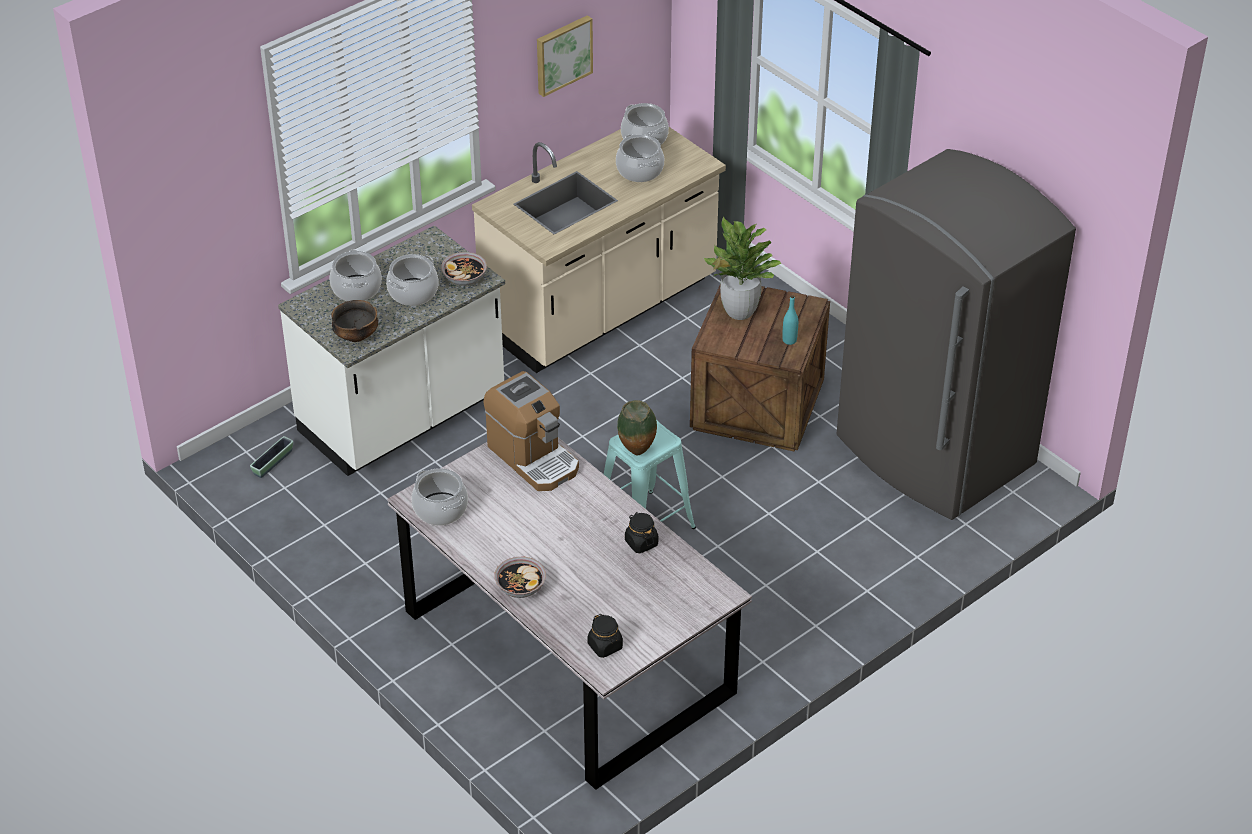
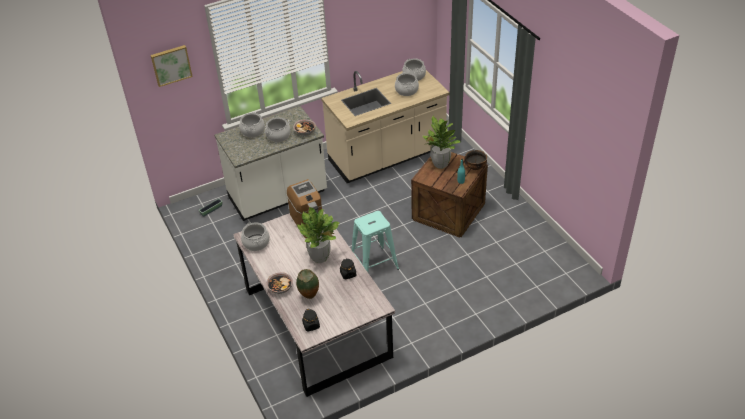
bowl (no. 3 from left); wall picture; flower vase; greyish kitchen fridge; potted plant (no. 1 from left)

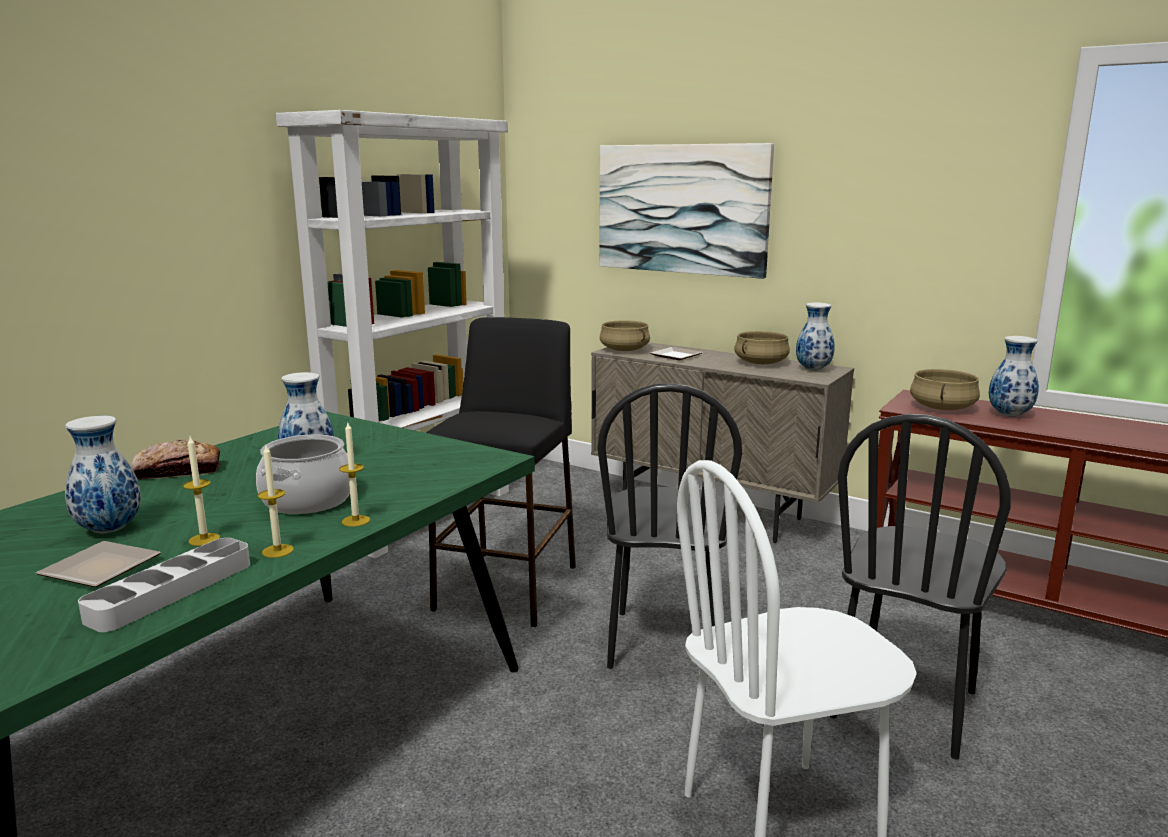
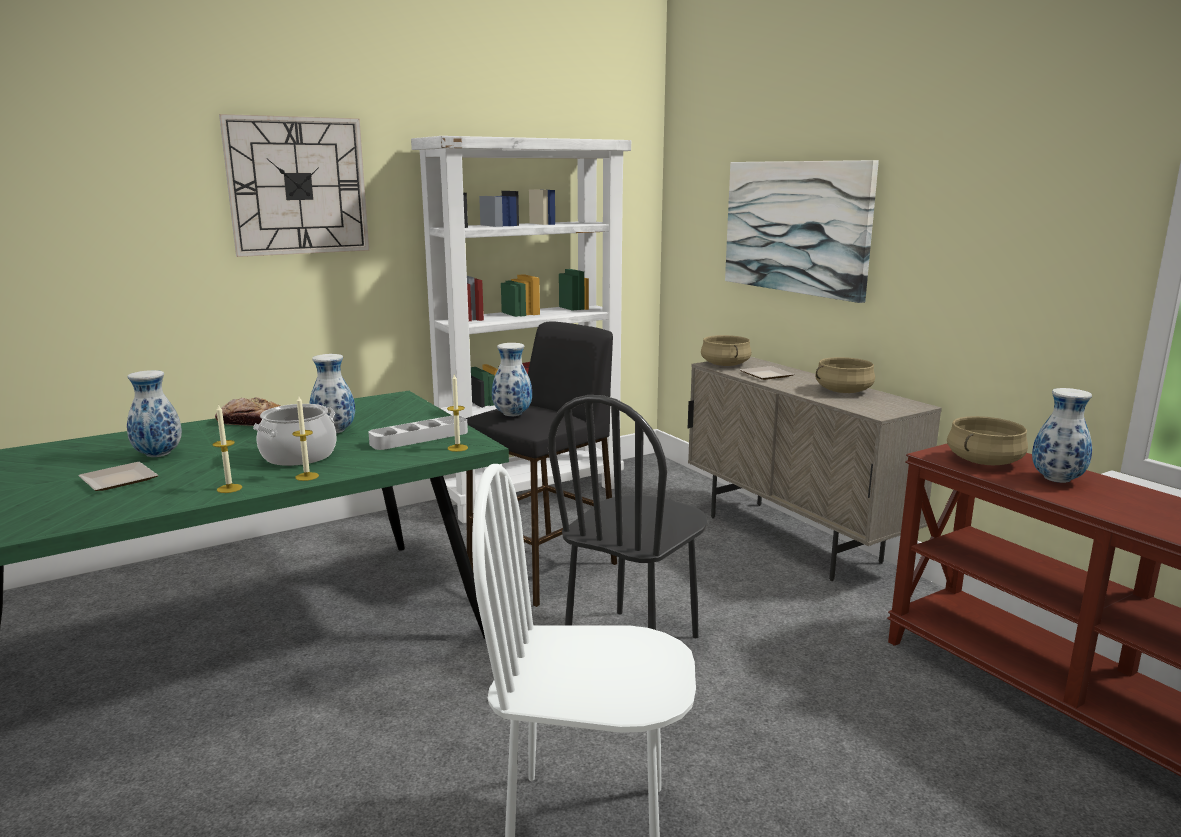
greyish serving tray; candle (no. 3 from left); flower vase (no. 3 from left); black plain chair (no. 2 from left in the first image); wall clock

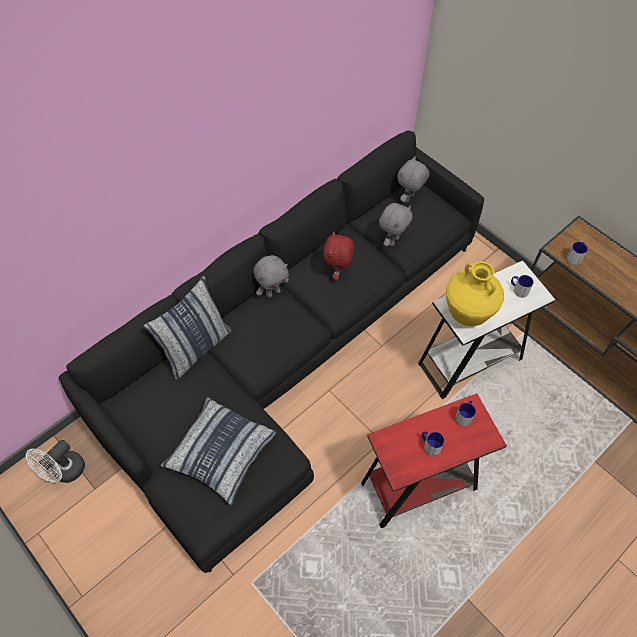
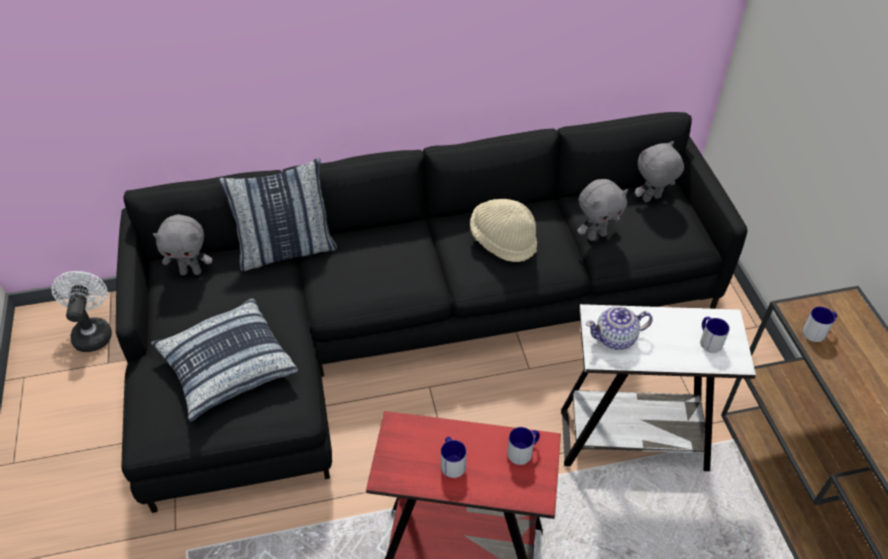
white electric fan; greyish cuddly toy (no. 1 from left); beige clothing hat; pot for tea

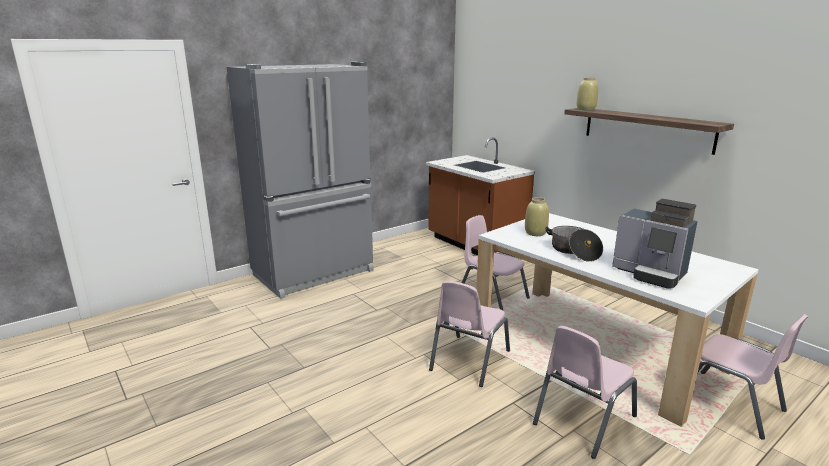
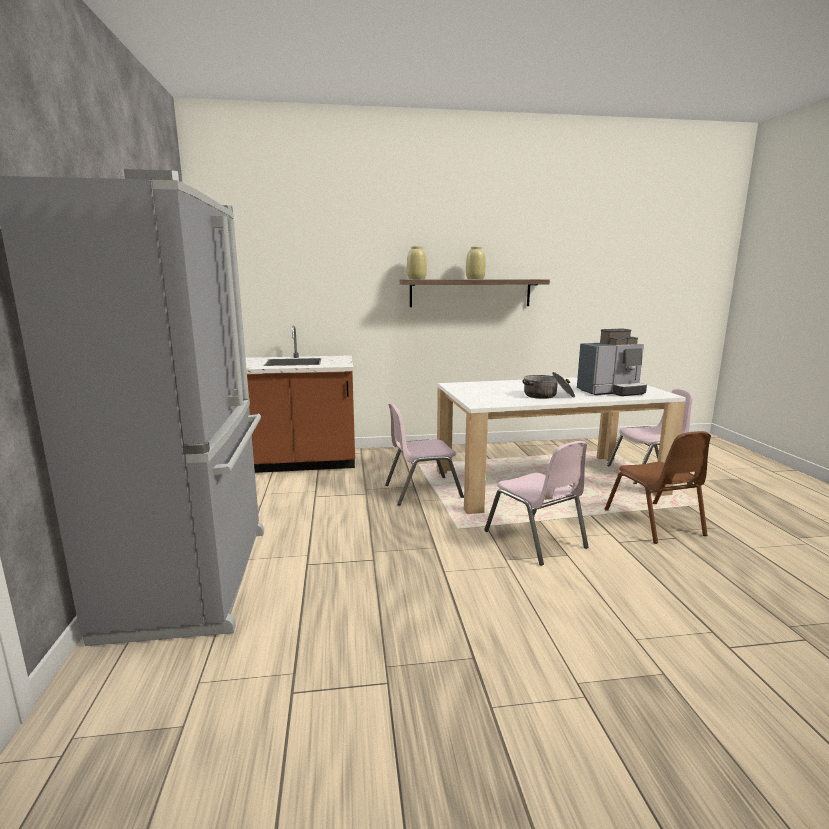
beige flower vase (no. 2 from left); brown-coloured plain chair

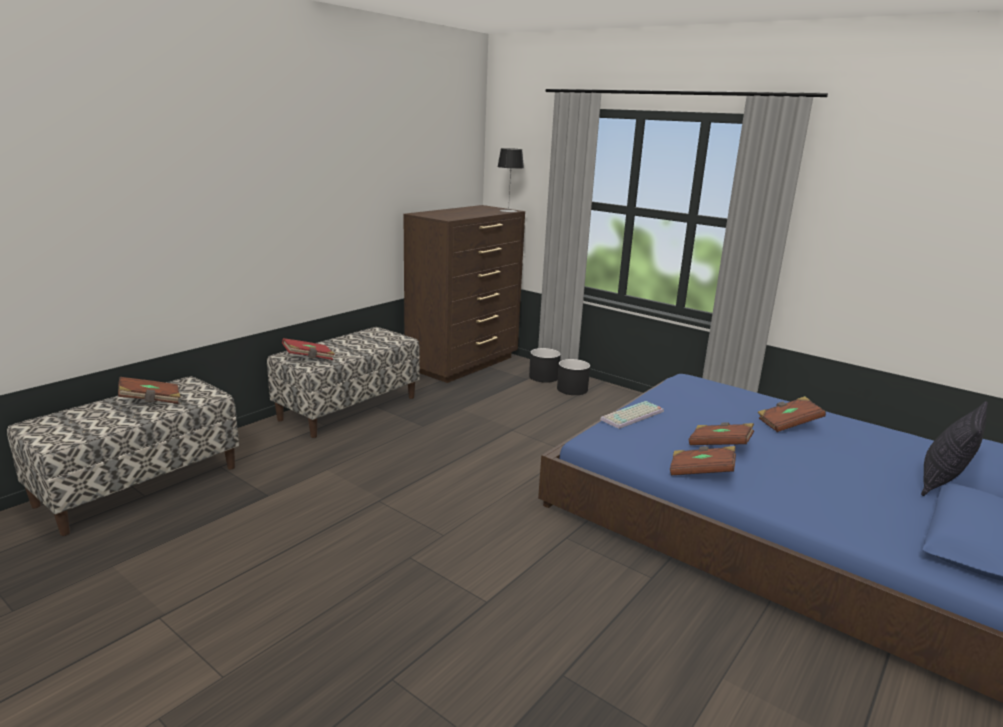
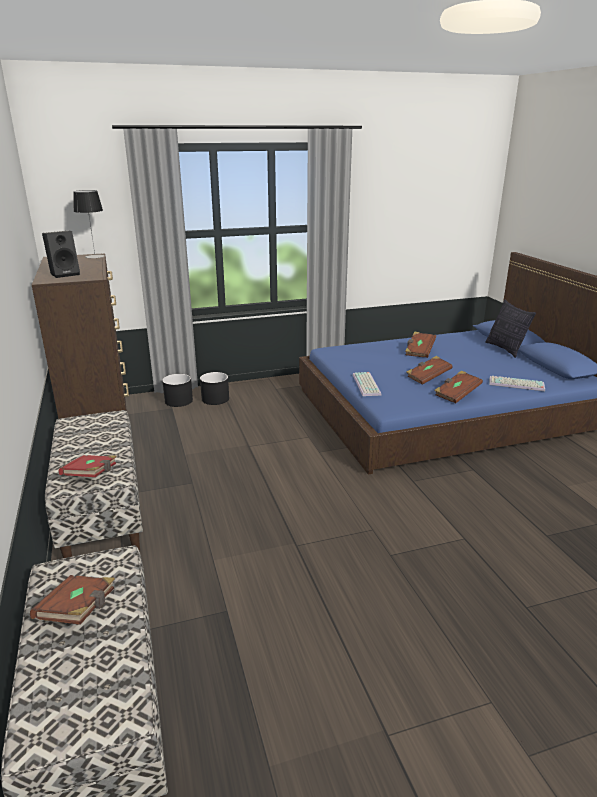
black speaker; computer keyboard (no. 2 from left)

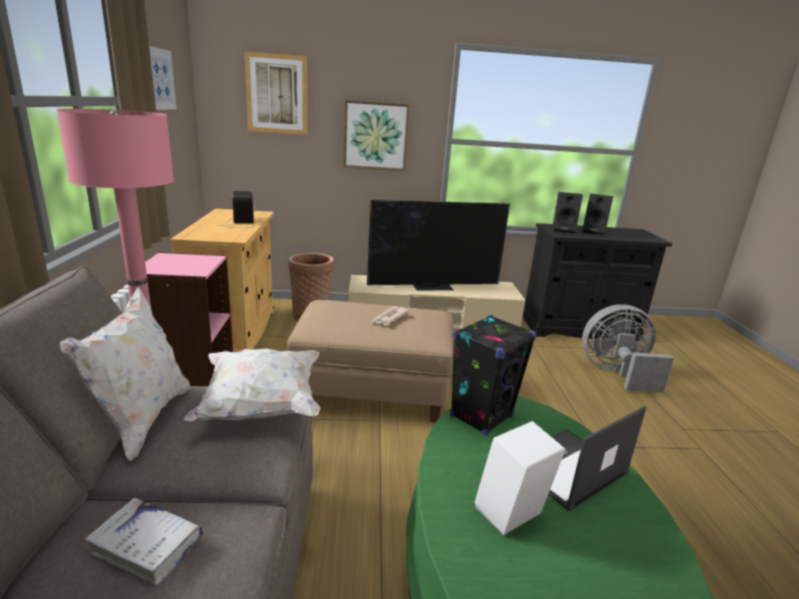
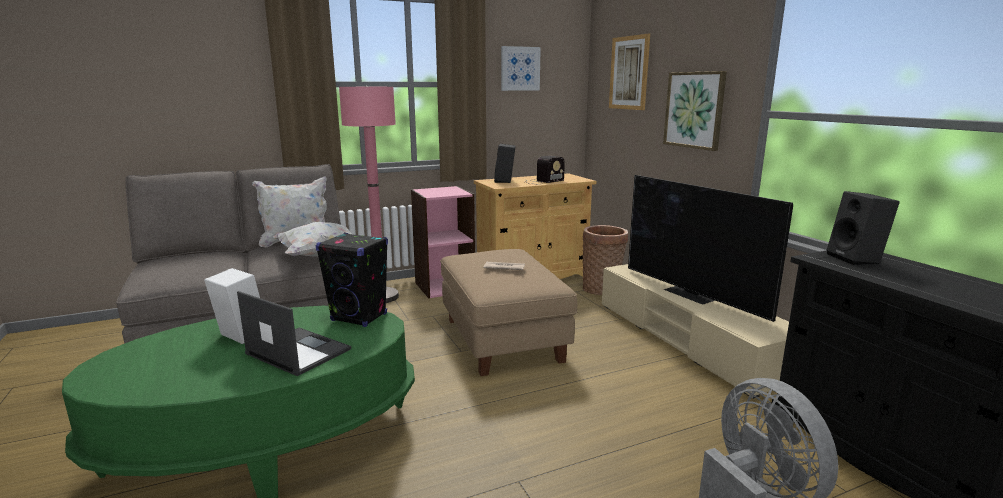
white book; black speaker (no. 2 from left)

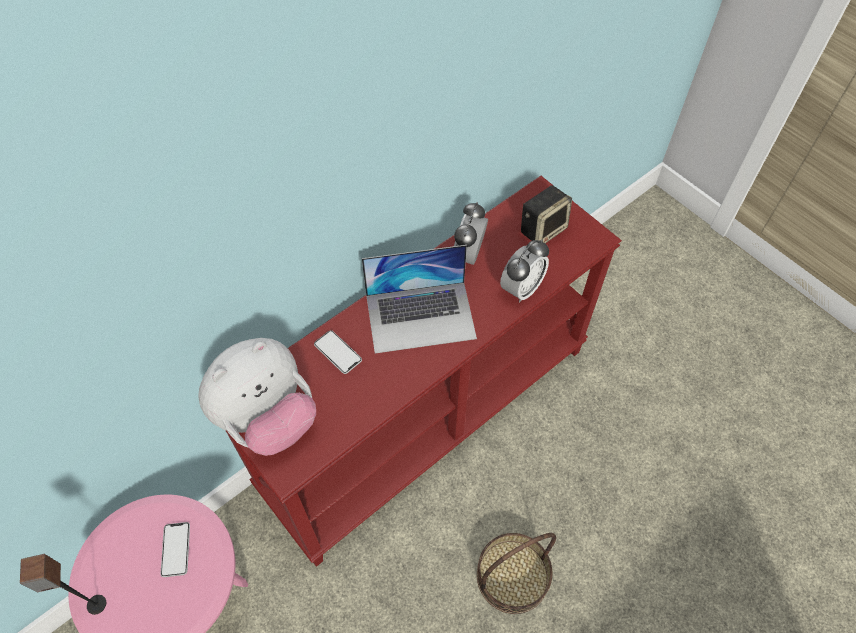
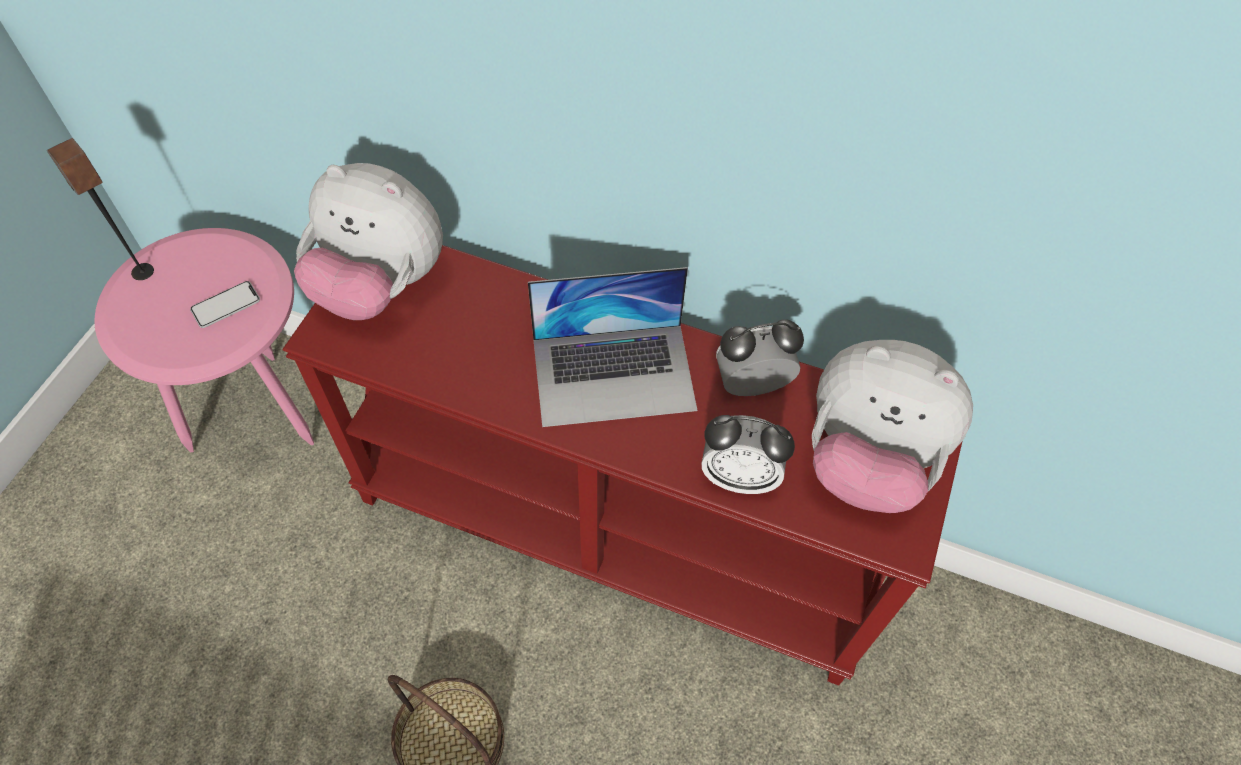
telephone (no. 2 from left in the first image); portable computer; cuddly toy (no. 2 from left)

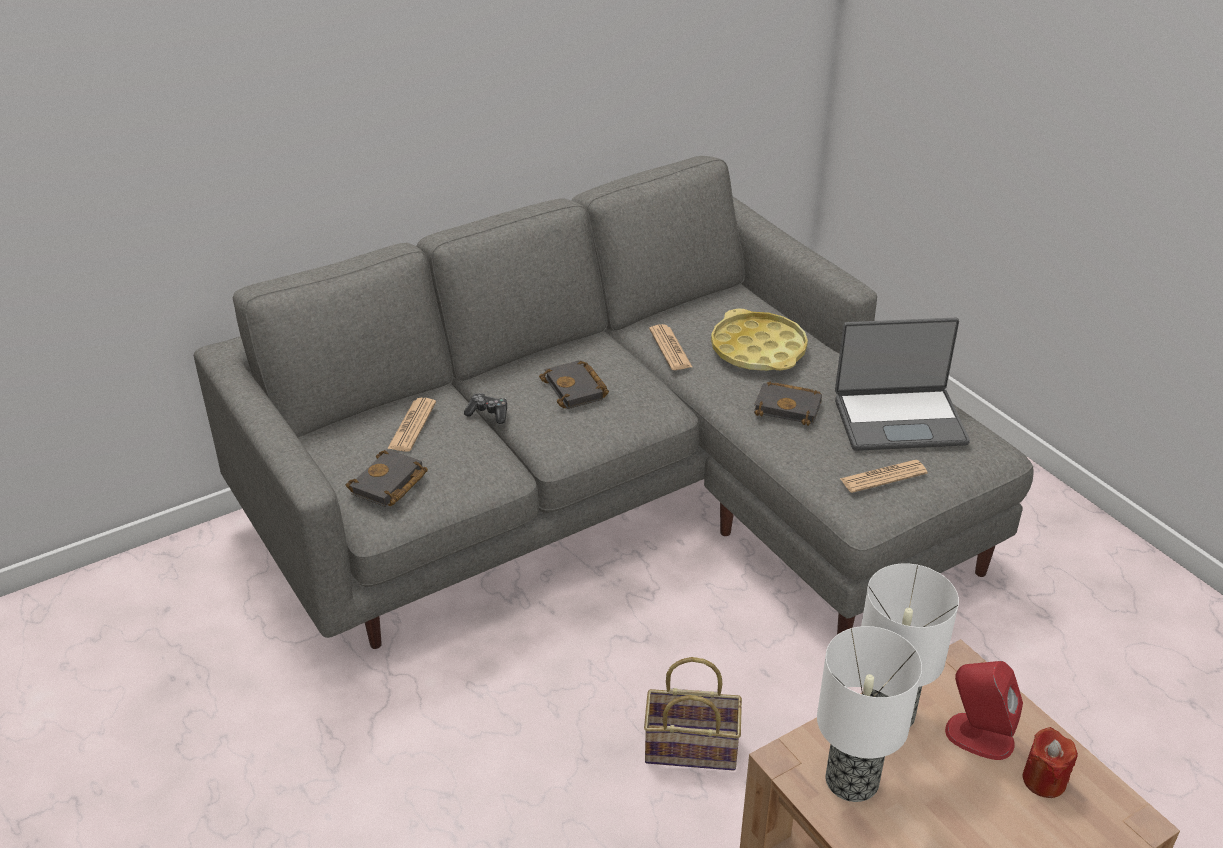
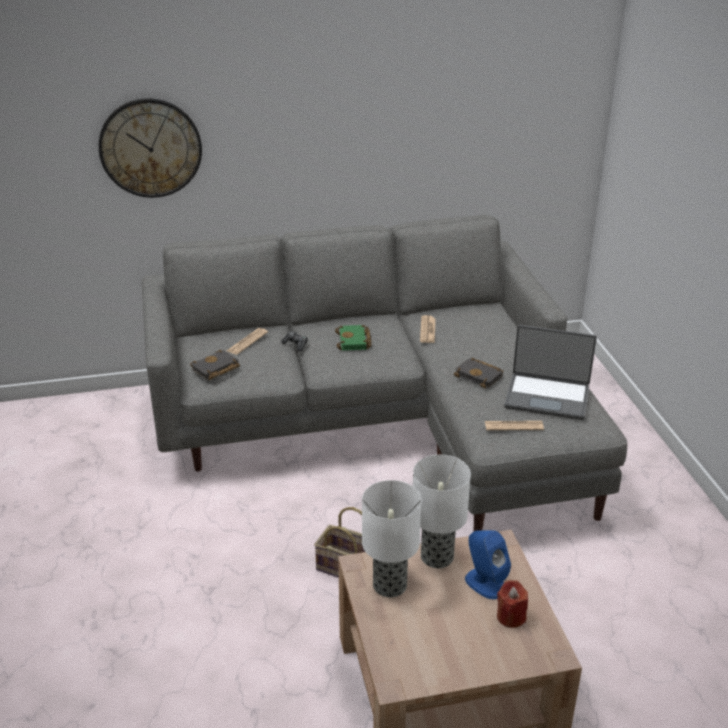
green-coloured book; yellow-coloured serving tray; blue speaker; wall clock

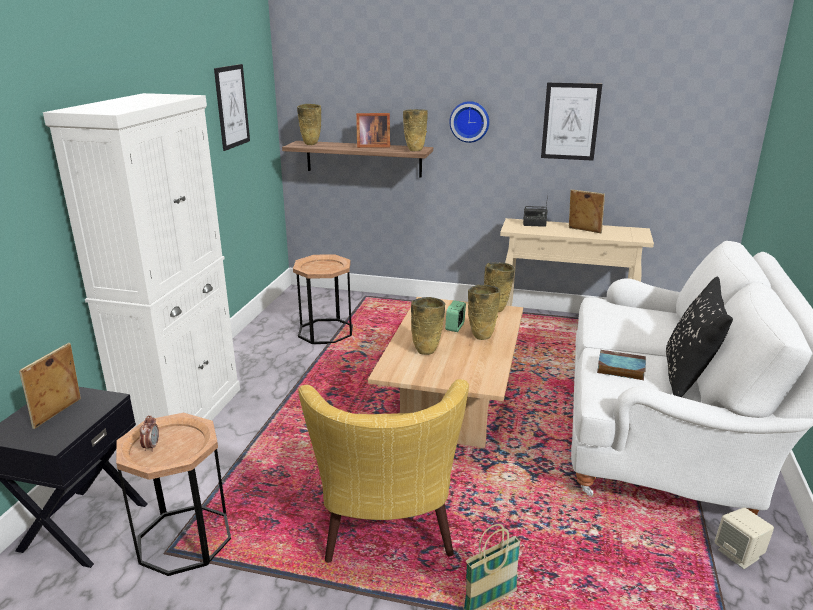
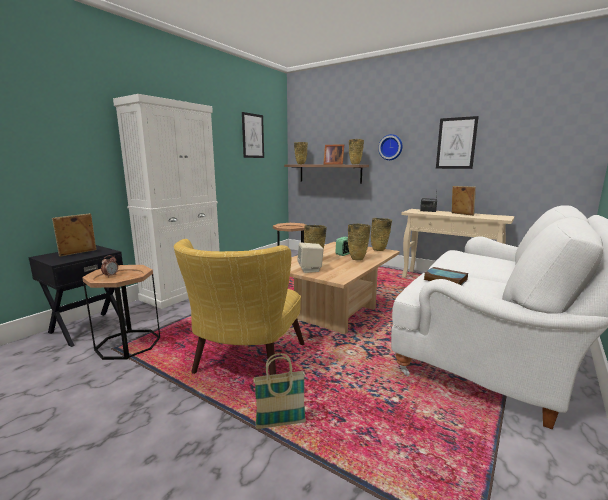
black cushion; beige speaker

